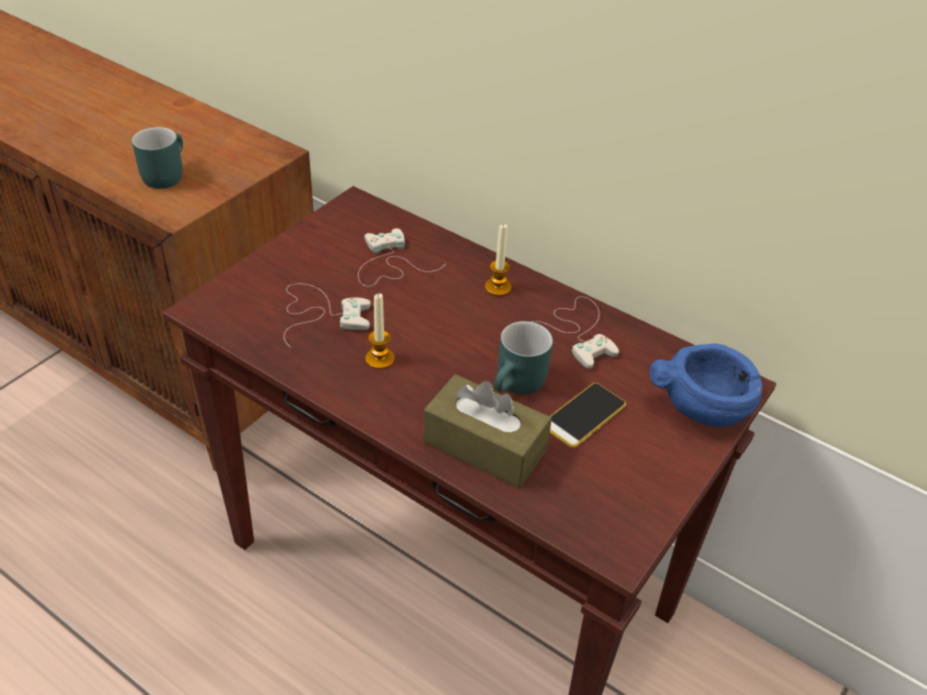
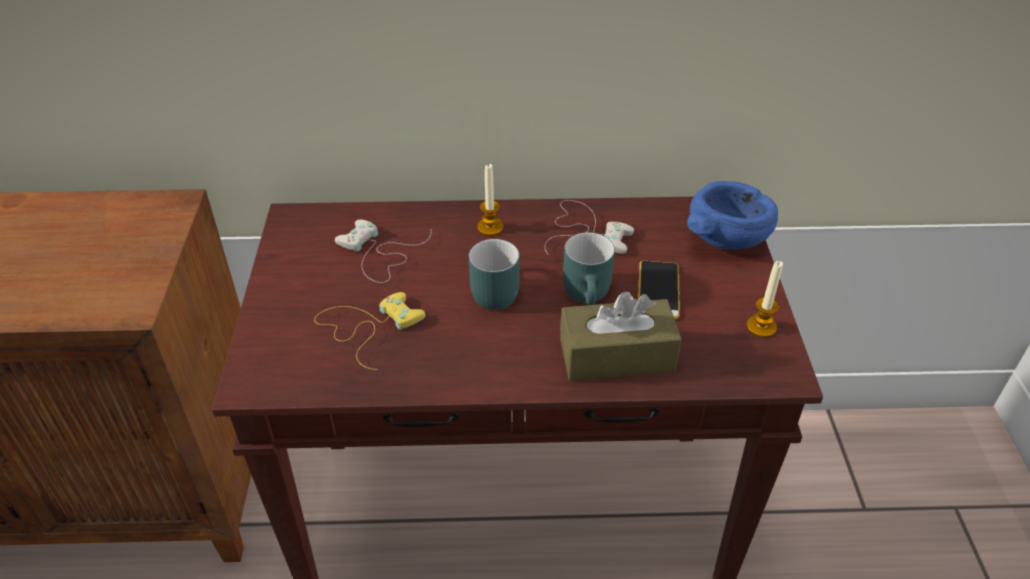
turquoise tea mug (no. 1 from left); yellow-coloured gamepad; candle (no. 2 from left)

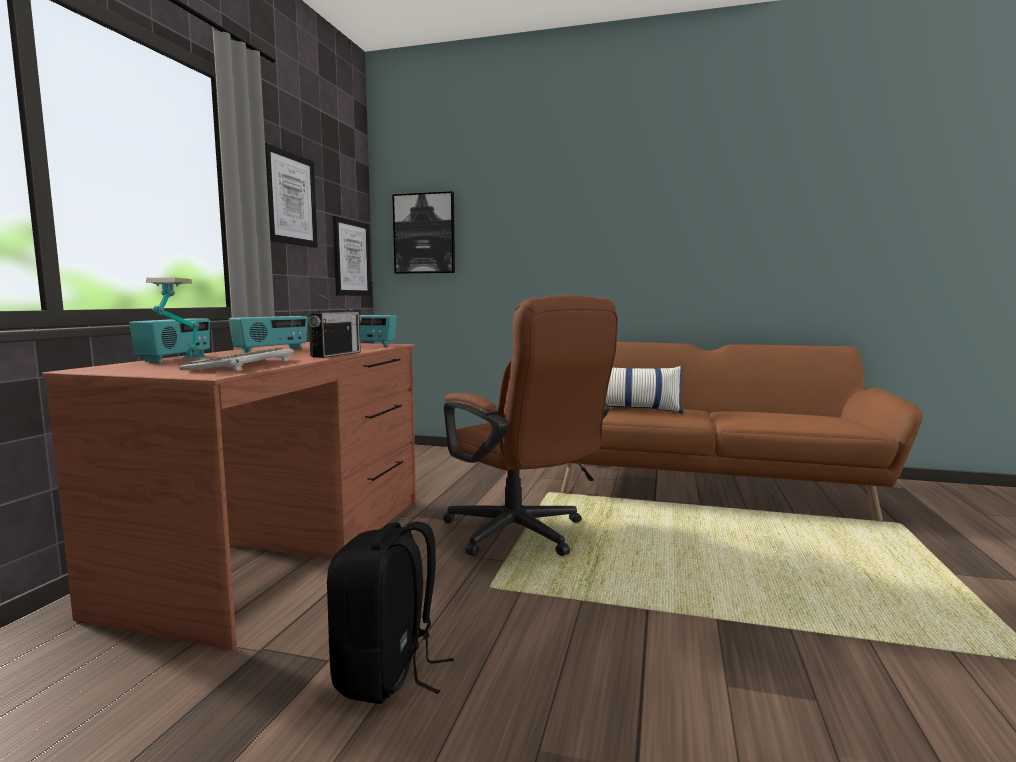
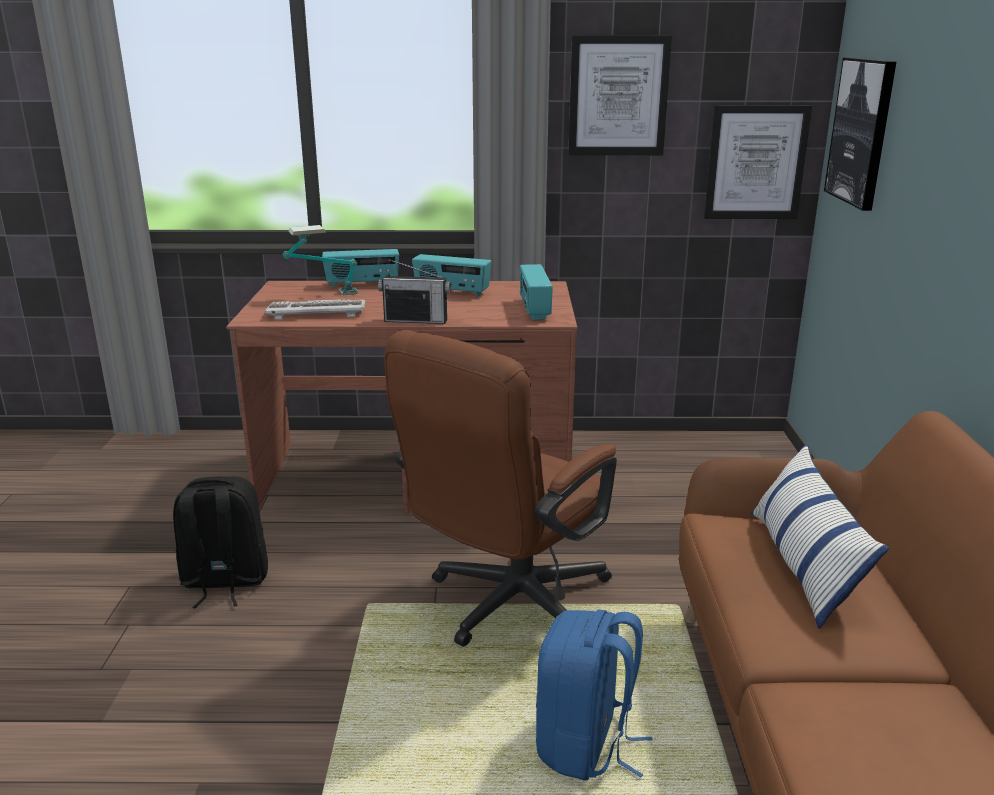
blue backpack

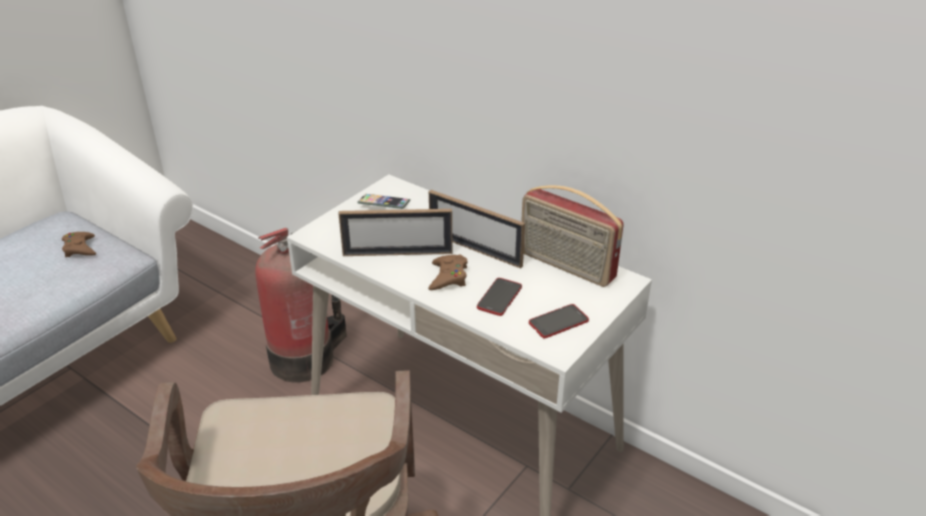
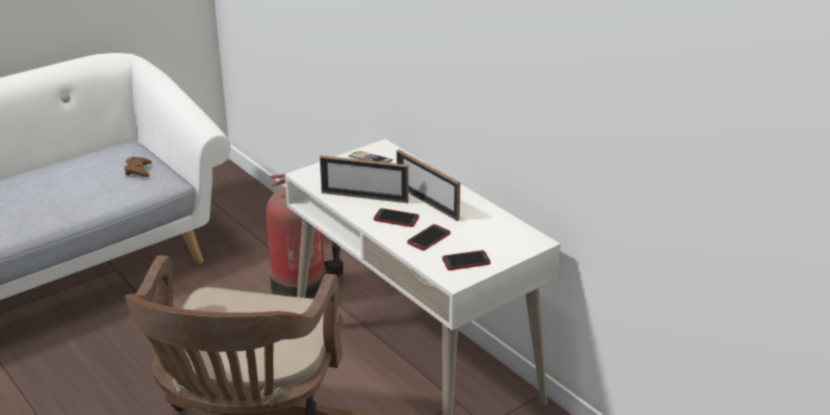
telephone (no. 2 from left); radio set

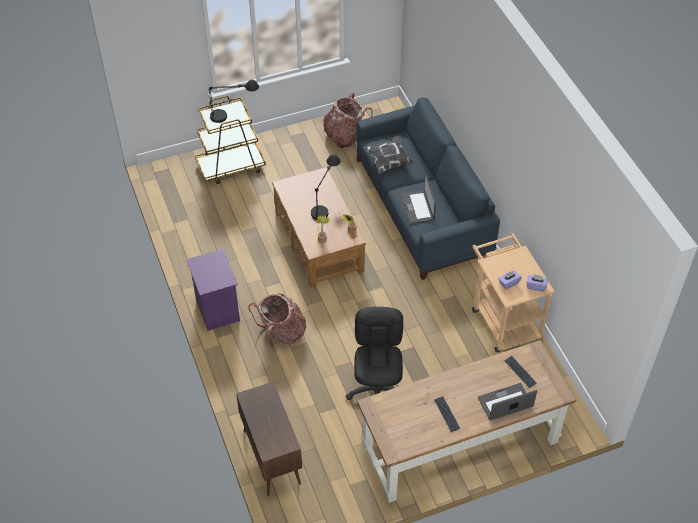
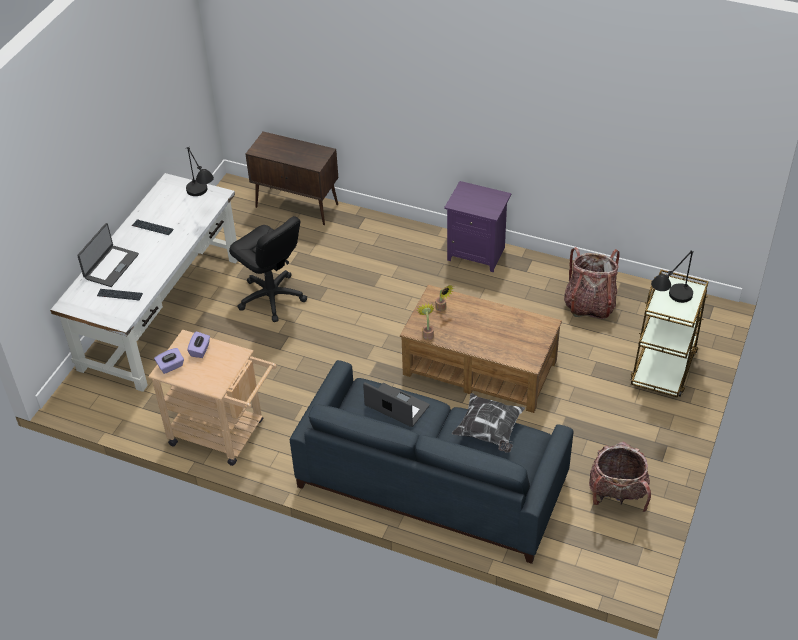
backpack (no. 1 from left); black tabletop lamp (no. 1 from left); white desk

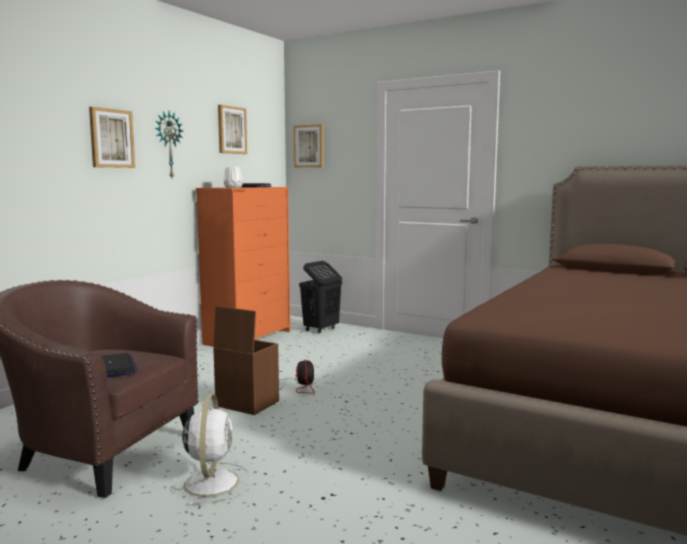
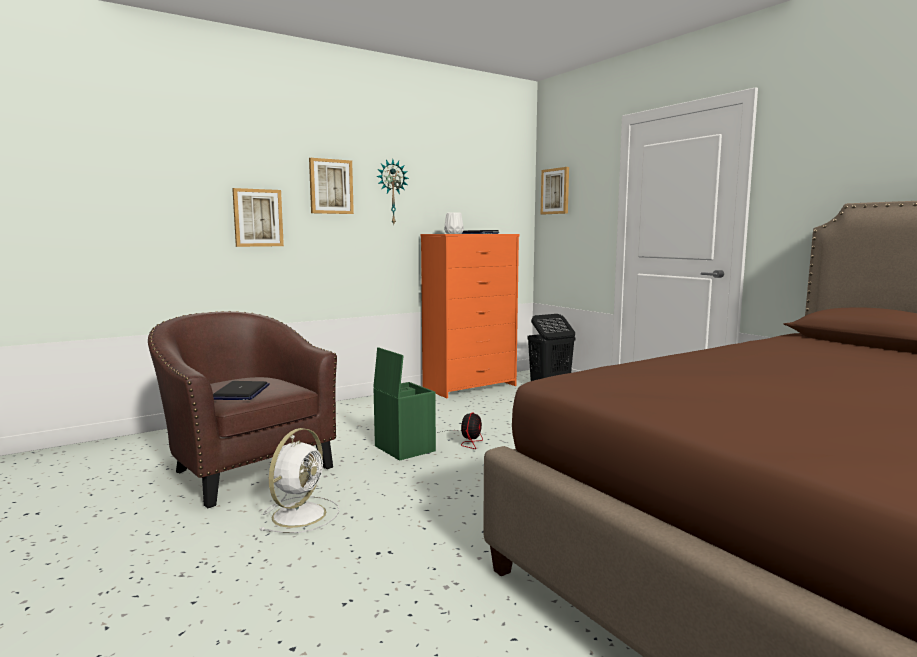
green-coloured storage box; wall picture (no. 1 from left)

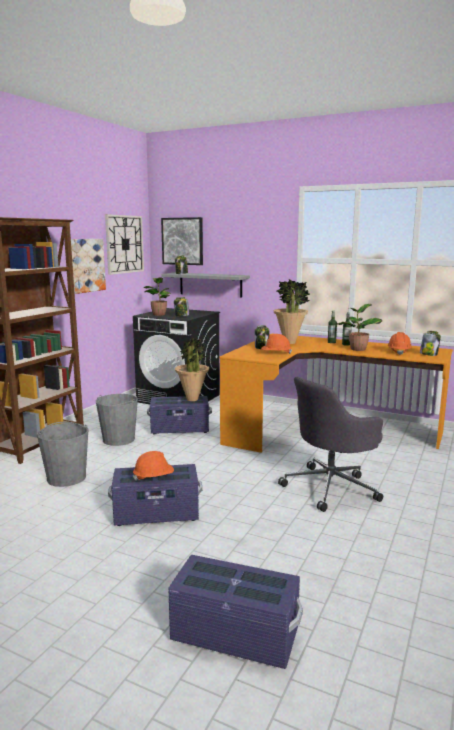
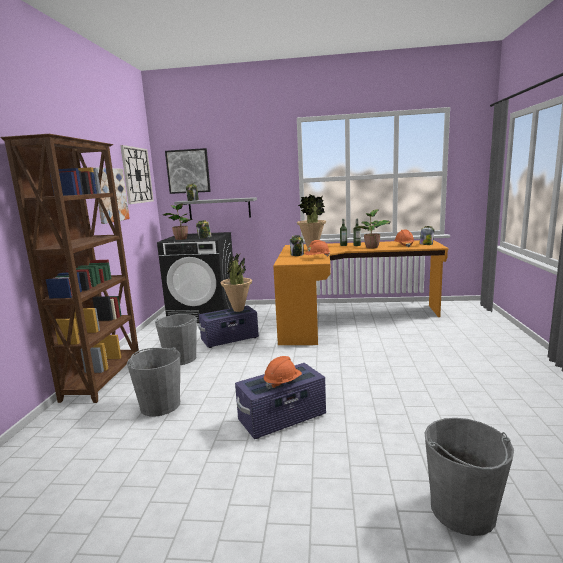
greyish bucket (no. 3 from left); greyish computer chair

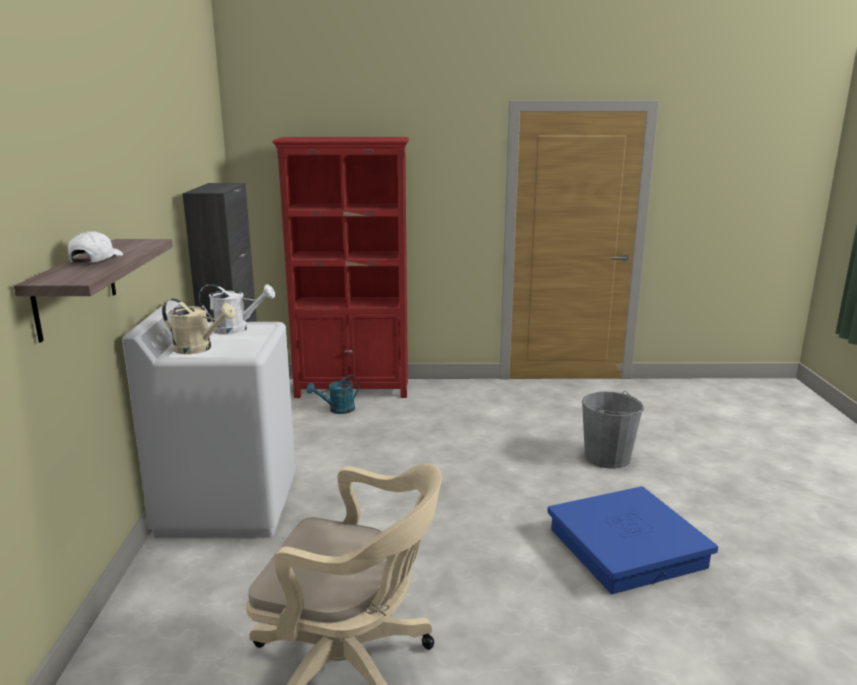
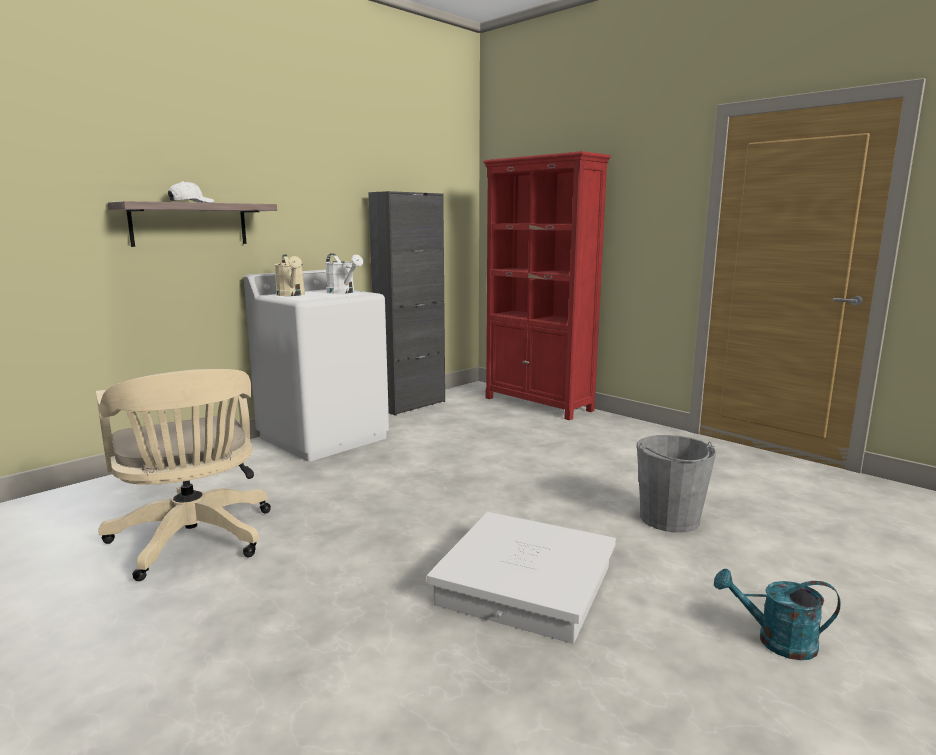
turquoise watering pot; white storage box

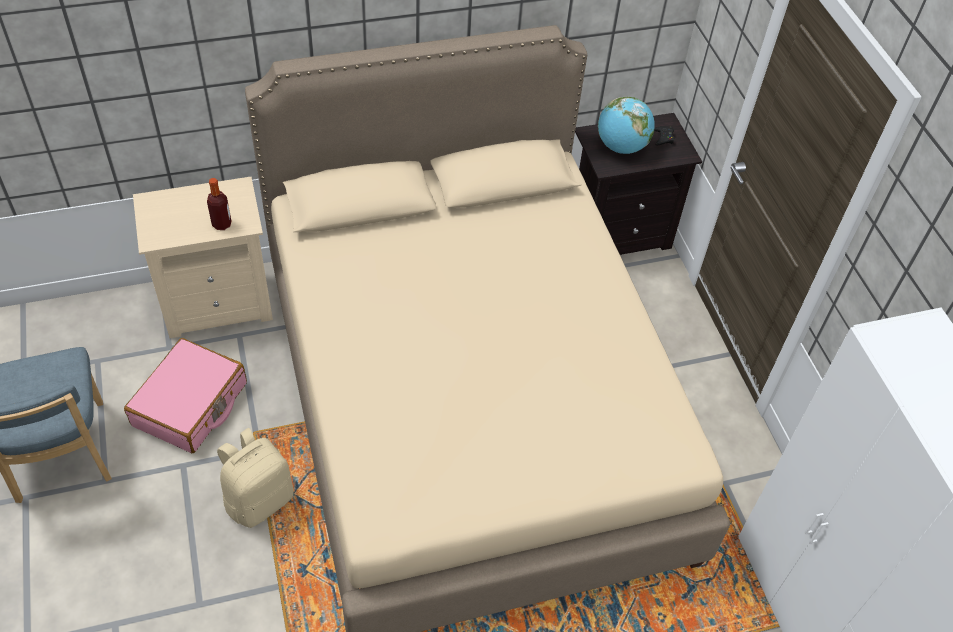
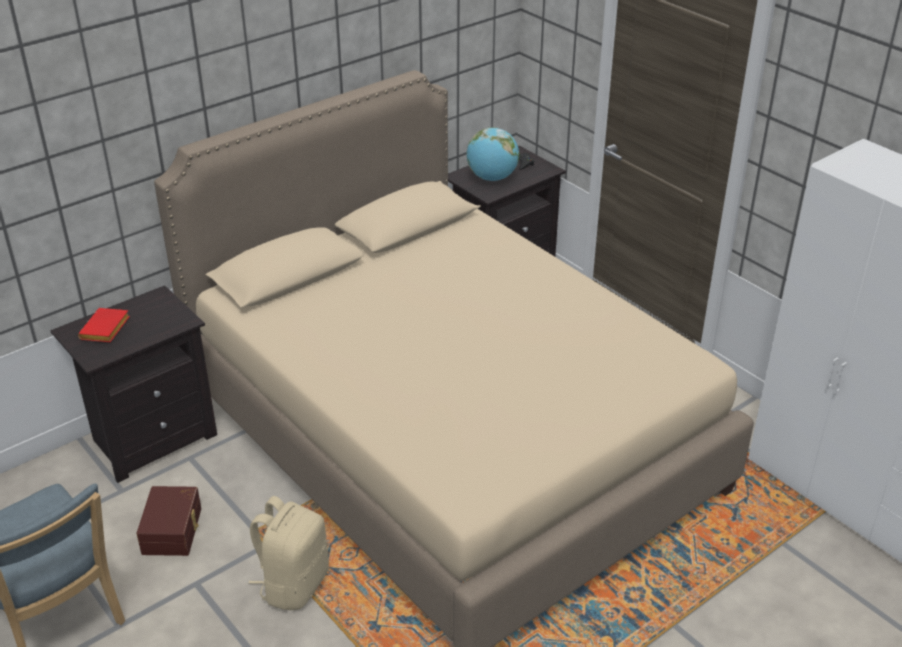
brown-coloured storage box; black bedside table (no. 1 from left); bottle; reddish book

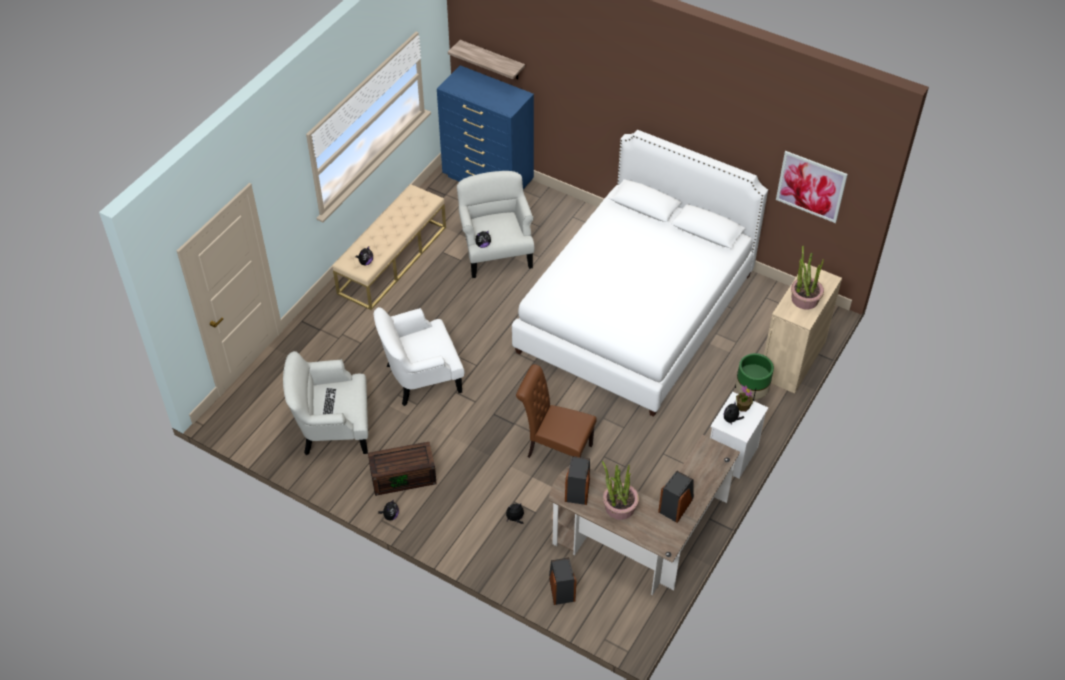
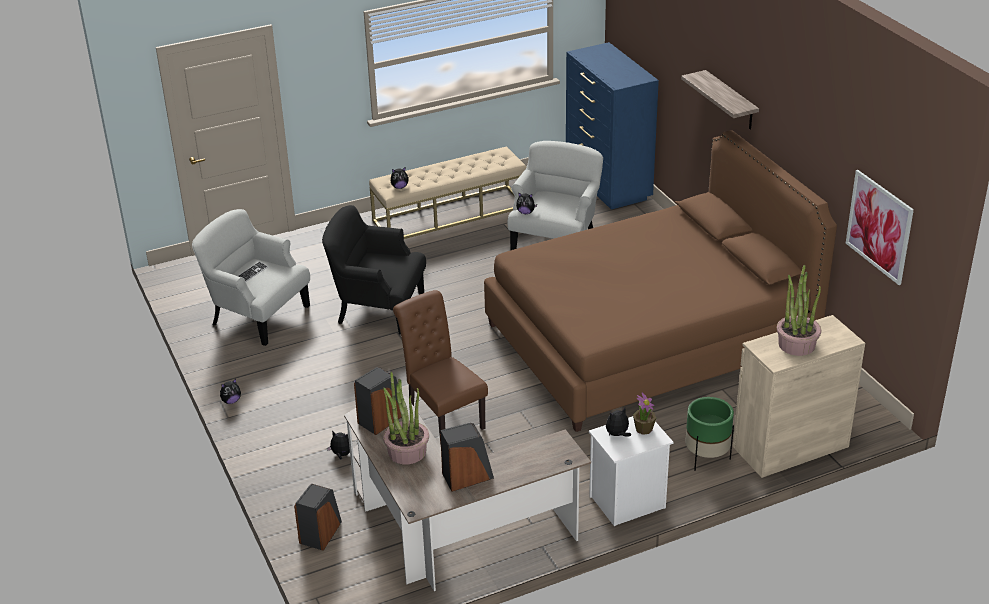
brown-coloured storage box; black lounge chair; wall shelf; brown-coloured sleeping bed

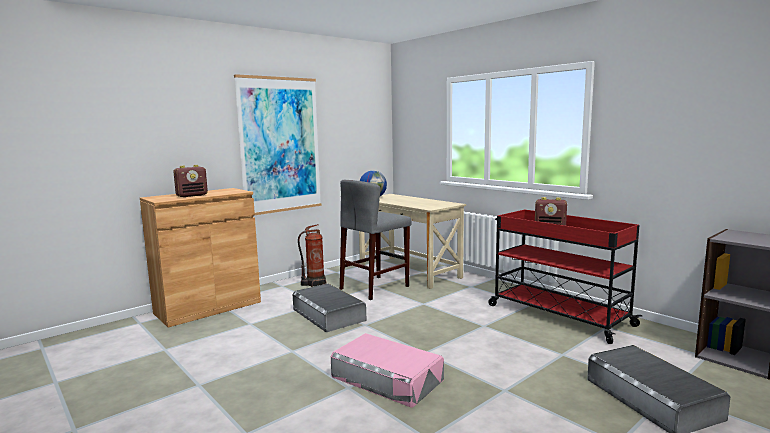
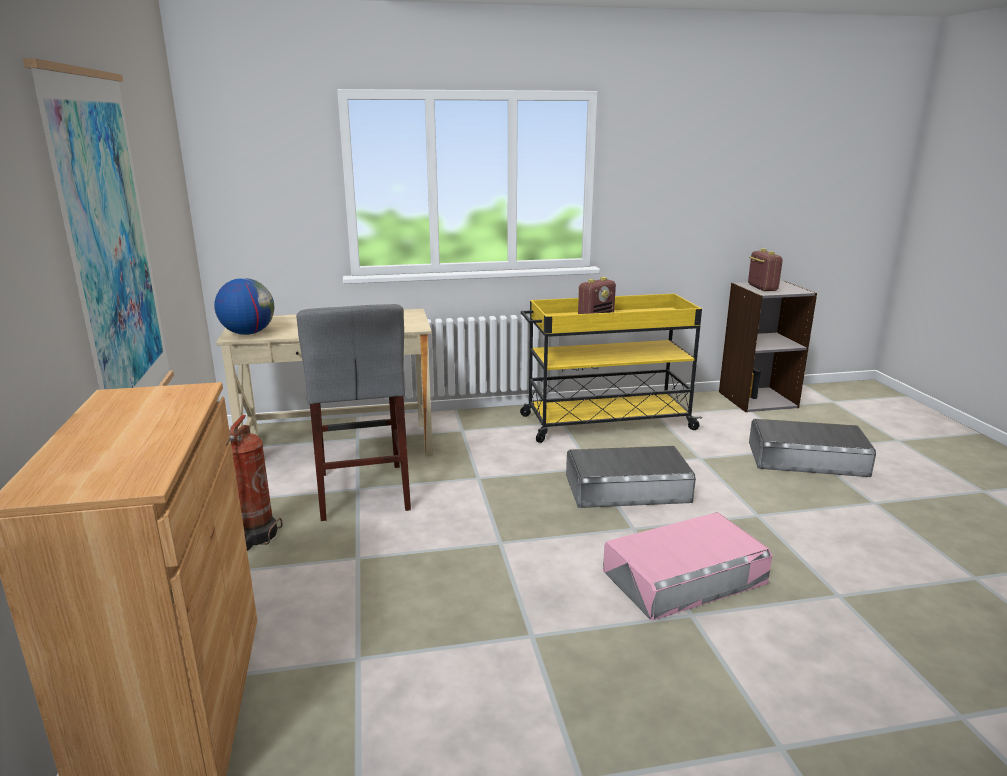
radio set (no. 2 from left); greyish storage box (no. 1 from left); yellow-coloured trolley

